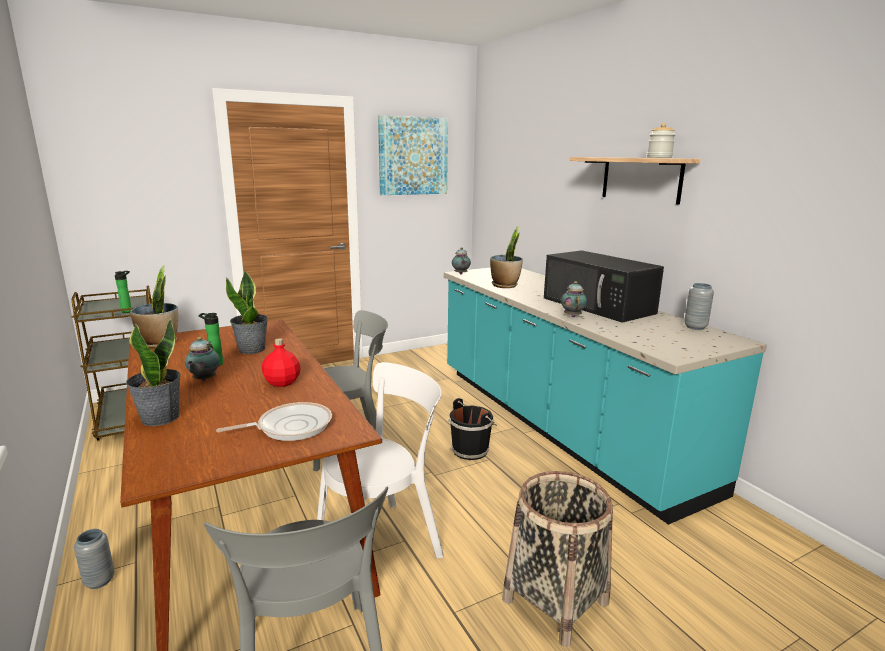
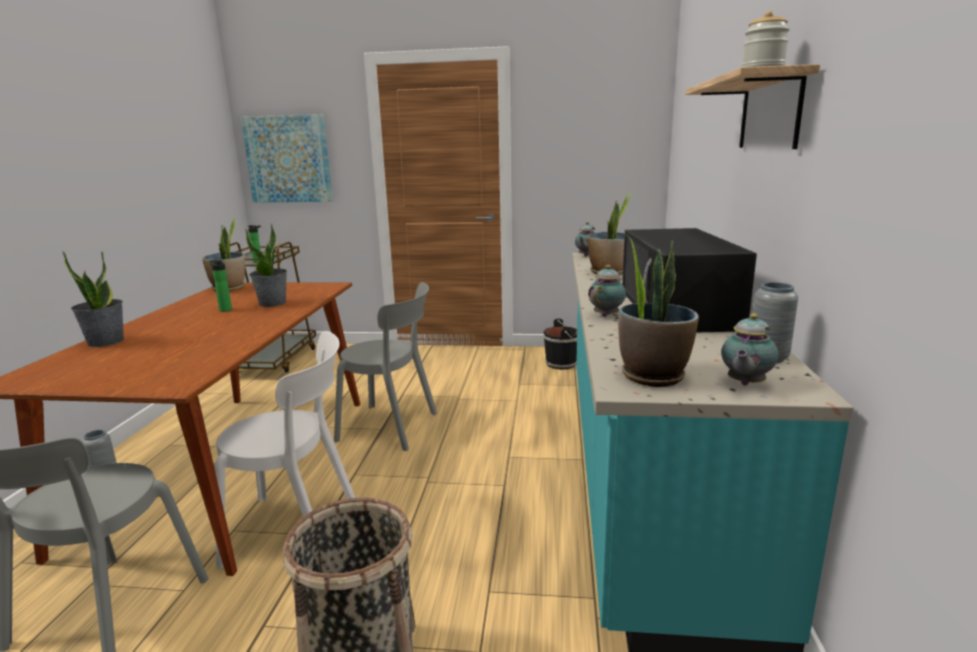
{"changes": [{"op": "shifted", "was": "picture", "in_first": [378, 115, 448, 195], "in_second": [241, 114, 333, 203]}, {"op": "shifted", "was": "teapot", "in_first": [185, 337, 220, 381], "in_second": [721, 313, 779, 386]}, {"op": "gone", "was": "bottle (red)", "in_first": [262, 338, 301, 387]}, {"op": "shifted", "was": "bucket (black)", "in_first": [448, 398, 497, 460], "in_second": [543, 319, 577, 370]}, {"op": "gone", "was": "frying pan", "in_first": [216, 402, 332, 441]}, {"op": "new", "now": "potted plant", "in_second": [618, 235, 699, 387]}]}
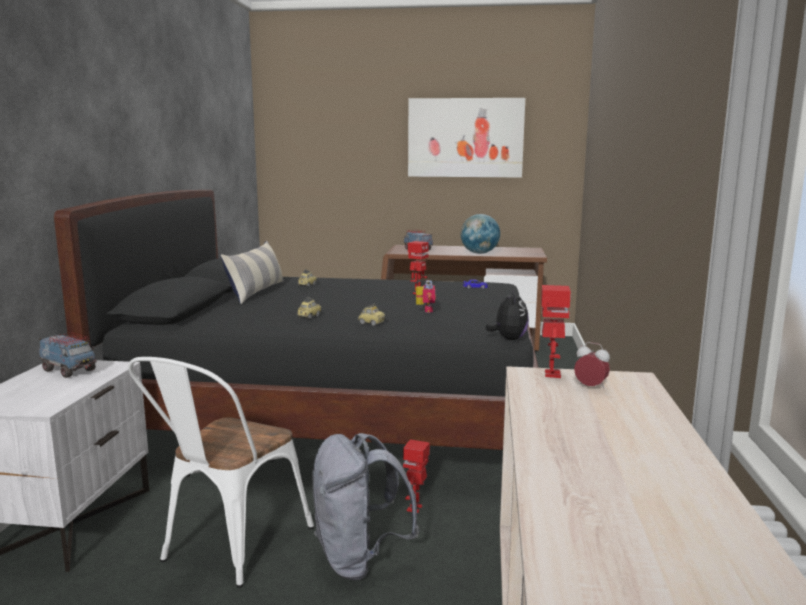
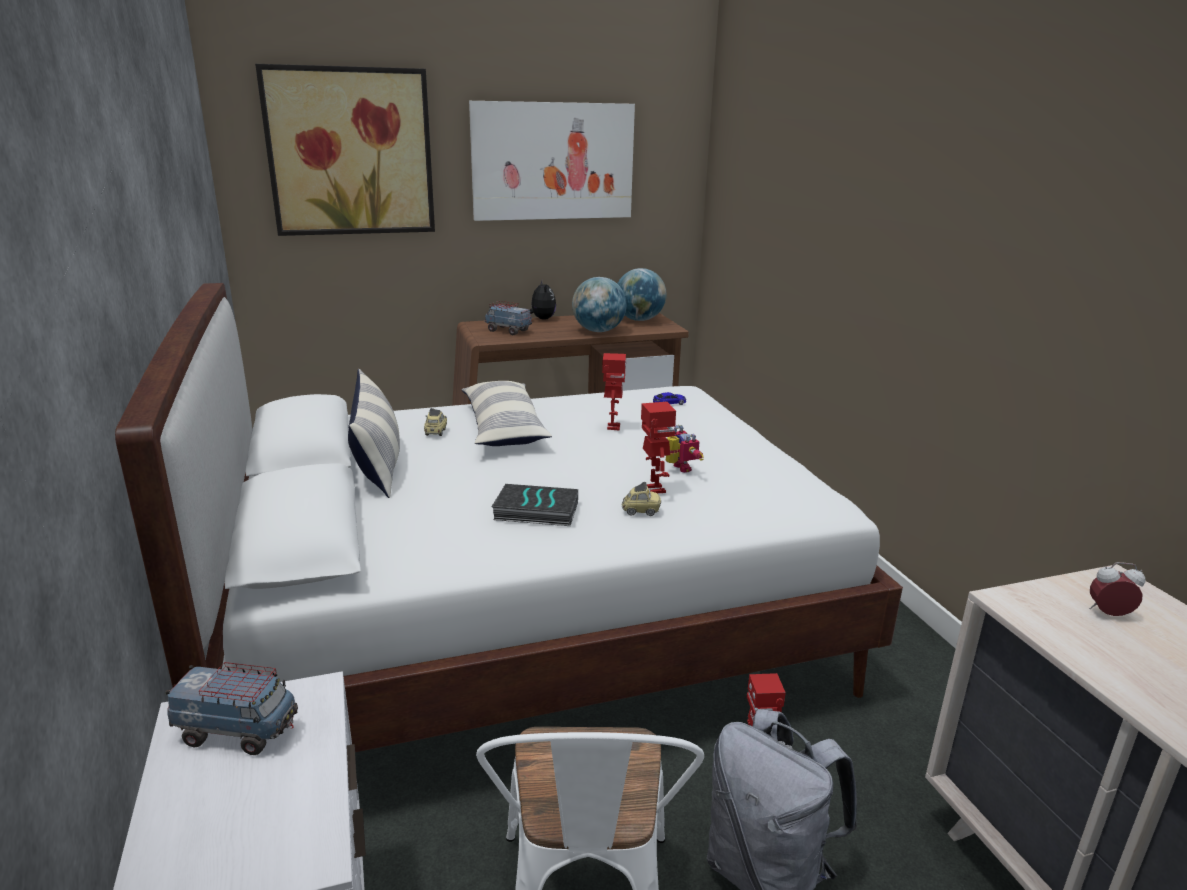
{"changes": [{"op": "repainted", "was": "bed (black)", "now": "bed (white)", "in_first": [54, 190, 539, 450], "in_second": [115, 283, 903, 752]}, {"op": "shifted", "was": "toy robot", "in_first": [541, 285, 571, 378], "in_second": [641, 402, 676, 493]}, {"op": "shifted", "was": "plush toy", "in_first": [485, 290, 529, 340], "in_second": [530, 280, 556, 320]}, {"op": "swapped", "was": "toy car", "now": "book", "in_first": [297, 297, 321, 319], "in_second": [491, 484, 578, 526]}, {"op": "new", "now": "picture", "in_second": [255, 64, 435, 236]}, {"op": "new", "now": "globe", "in_second": [617, 268, 667, 321]}, {"op": "new", "now": "pillow", "in_second": [462, 381, 552, 446]}]}
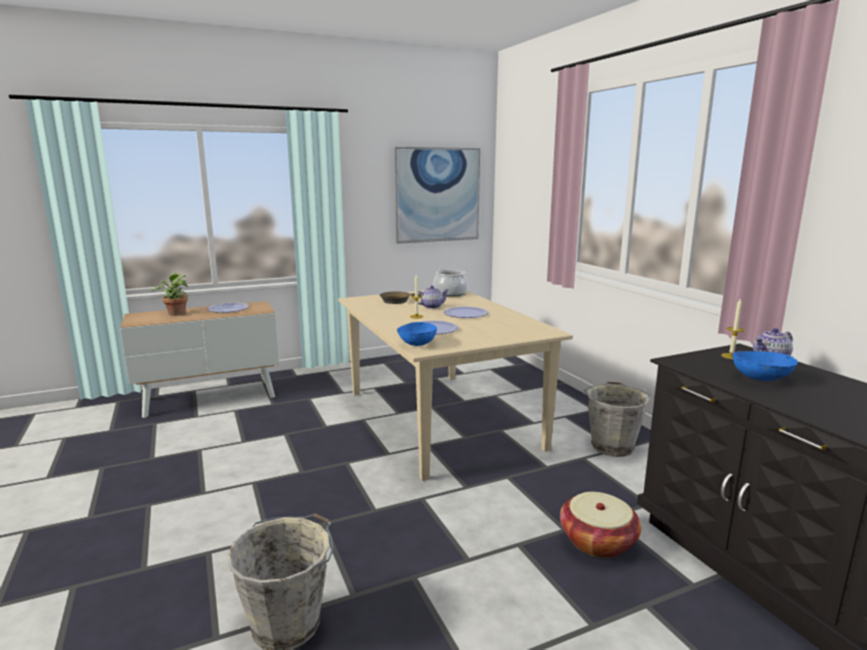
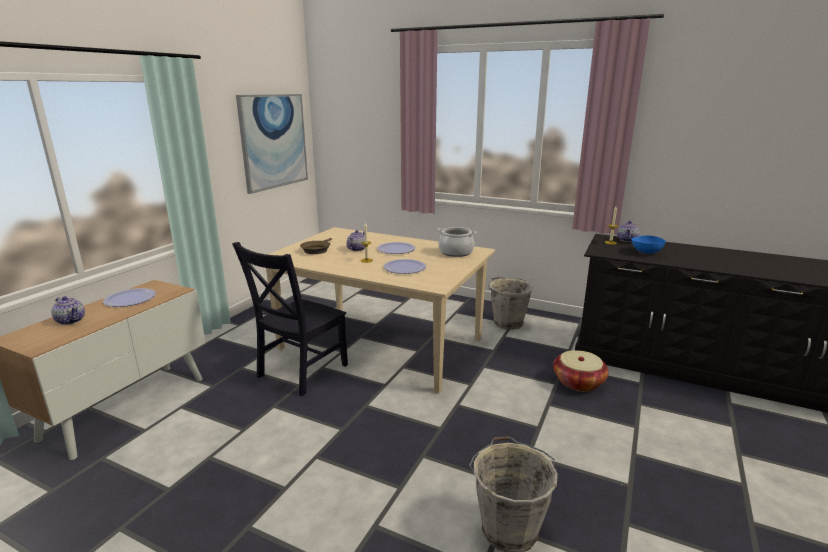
{"changes": [{"op": "shifted", "was": "cooking pot", "in_first": [433, 268, 468, 297], "in_second": [437, 227, 476, 257]}, {"op": "swapped", "was": "potted plant", "now": "teapot", "in_first": [152, 272, 189, 316], "in_second": [51, 296, 85, 325]}, {"op": "gone", "was": "bowl (blue)", "in_first": [397, 322, 437, 346]}, {"op": "new", "now": "chair (black)", "in_second": [232, 242, 348, 396]}]}
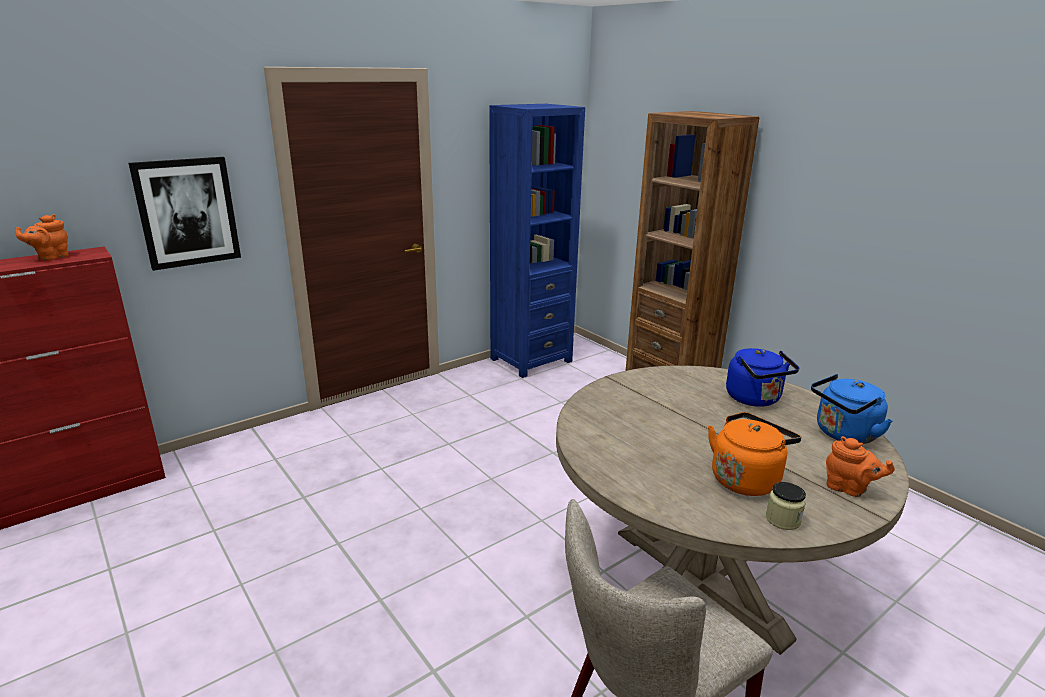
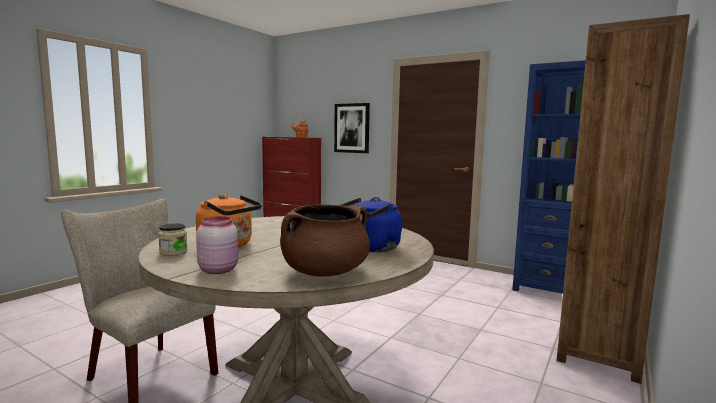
{"changes": [{"op": "swapped", "was": "kettle (blue)", "now": "cooking pot (brown)", "in_first": [811, 374, 893, 444], "in_second": [280, 204, 370, 277]}, {"op": "swapped", "was": "teapot (orange)", "now": "jar (pink)", "in_first": [826, 436, 895, 497], "in_second": [196, 216, 238, 274]}]}
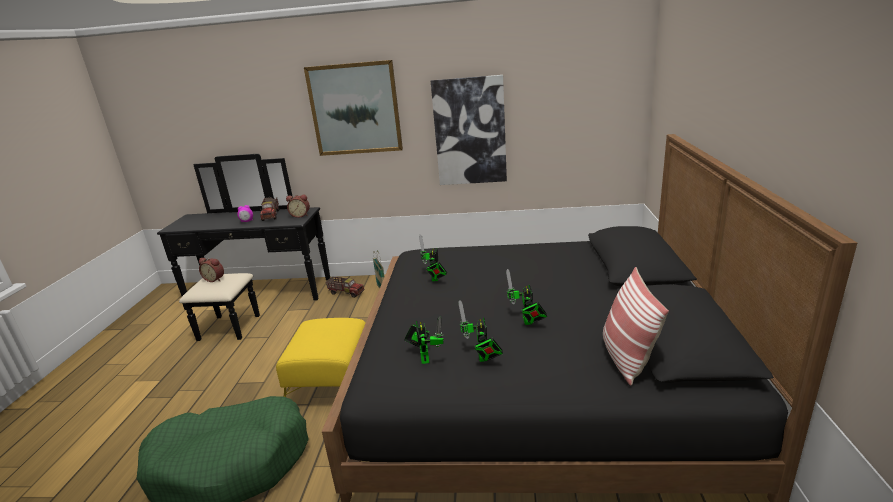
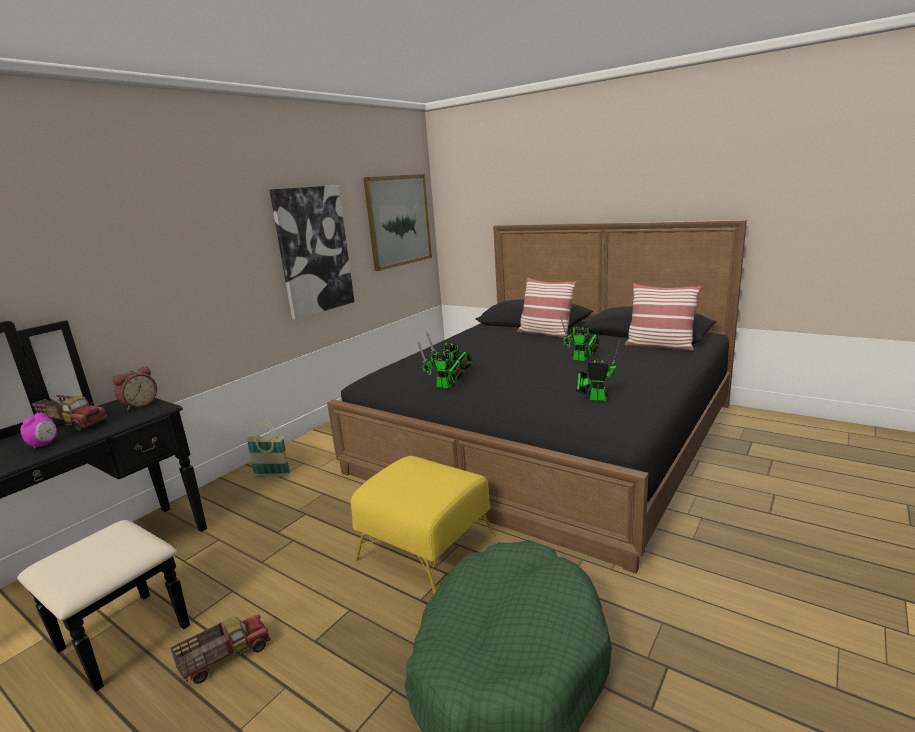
{"changes": [{"op": "shifted", "was": "picture", "in_first": [304, 60, 403, 156], "in_second": [363, 174, 432, 271]}, {"op": "gone", "was": "alarm clock", "in_first": [199, 258, 224, 282]}, {"op": "shifted", "was": "toy truck", "in_first": [326, 277, 365, 298], "in_second": [170, 615, 271, 684]}, {"op": "shifted", "was": "toy robot", "in_first": [458, 300, 503, 362], "in_second": [418, 342, 465, 389]}, {"op": "new", "now": "pillow", "in_second": [518, 277, 577, 338]}]}
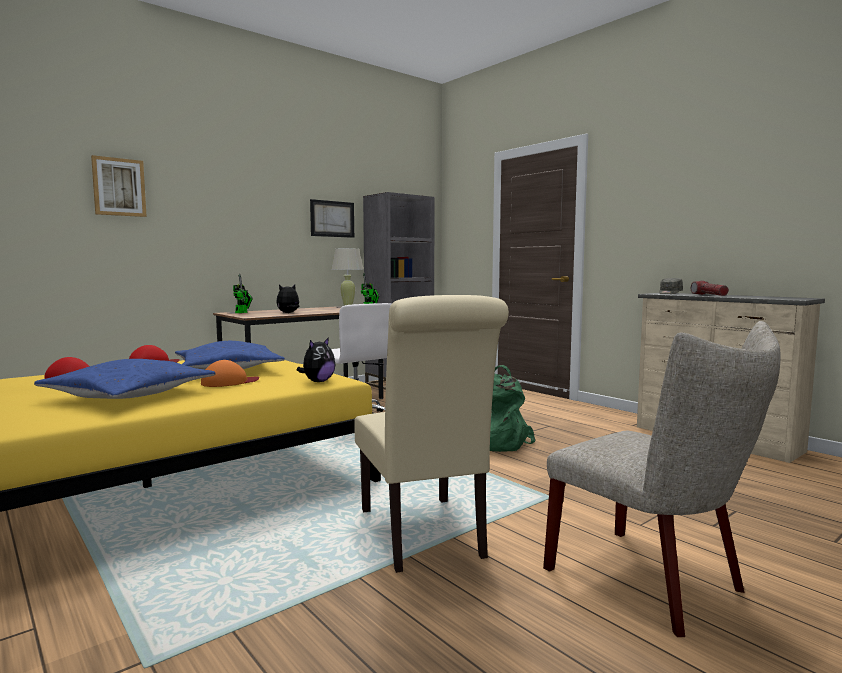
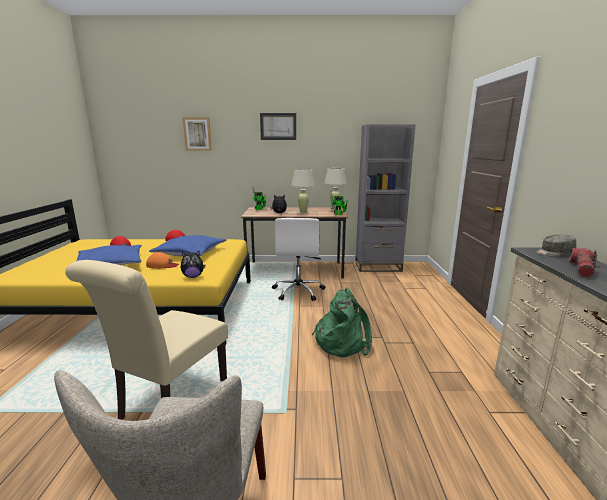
{"changes": [{"op": "shifted", "was": "picture", "in_first": [310, 199, 354, 238], "in_second": [260, 113, 296, 140]}, {"op": "new", "now": "table lamp (beige)", "in_second": [291, 169, 315, 214]}]}
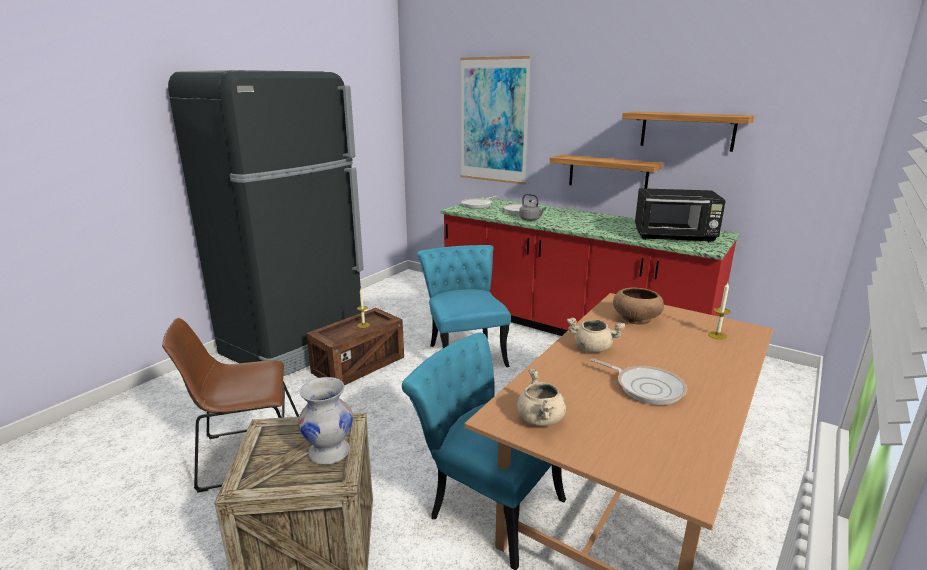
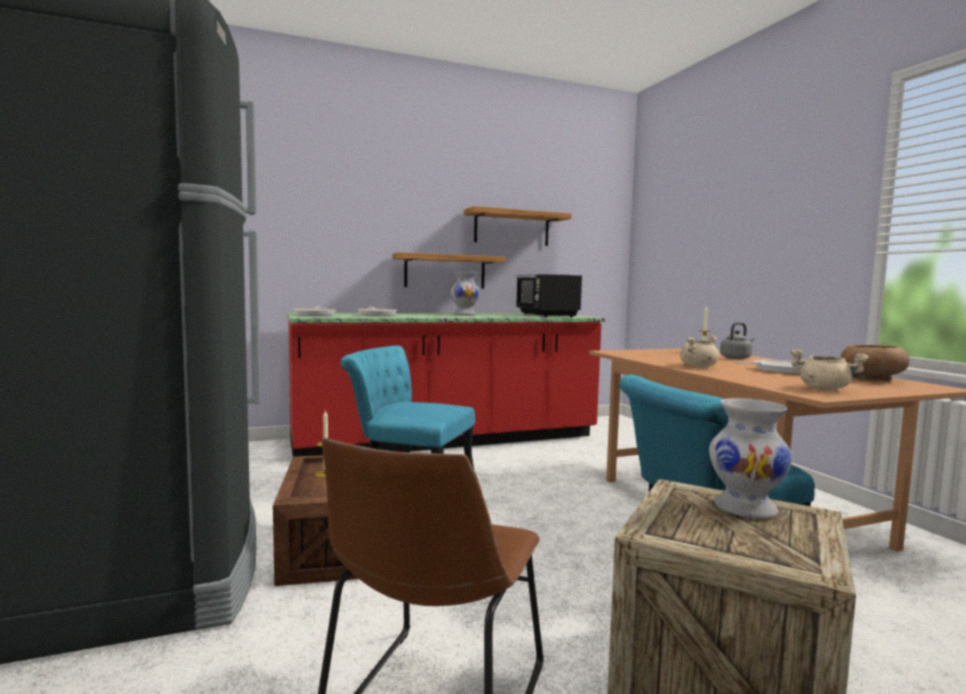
{"changes": [{"op": "gone", "was": "picture", "in_first": [460, 56, 531, 185]}, {"op": "rotated", "was": "microwave (black)", "in_first": [635, 188, 726, 242], "in_second": [516, 274, 582, 317], "clockwise": 120}, {"op": "shifted", "was": "kettle (grey)", "in_first": [519, 194, 546, 221], "in_second": [720, 322, 754, 359]}, {"op": "shifted", "was": "bowl (brown)", "in_first": [613, 287, 664, 324], "in_second": [840, 345, 909, 382]}, {"op": "new", "now": "vase (white)", "in_second": [451, 272, 480, 315]}]}
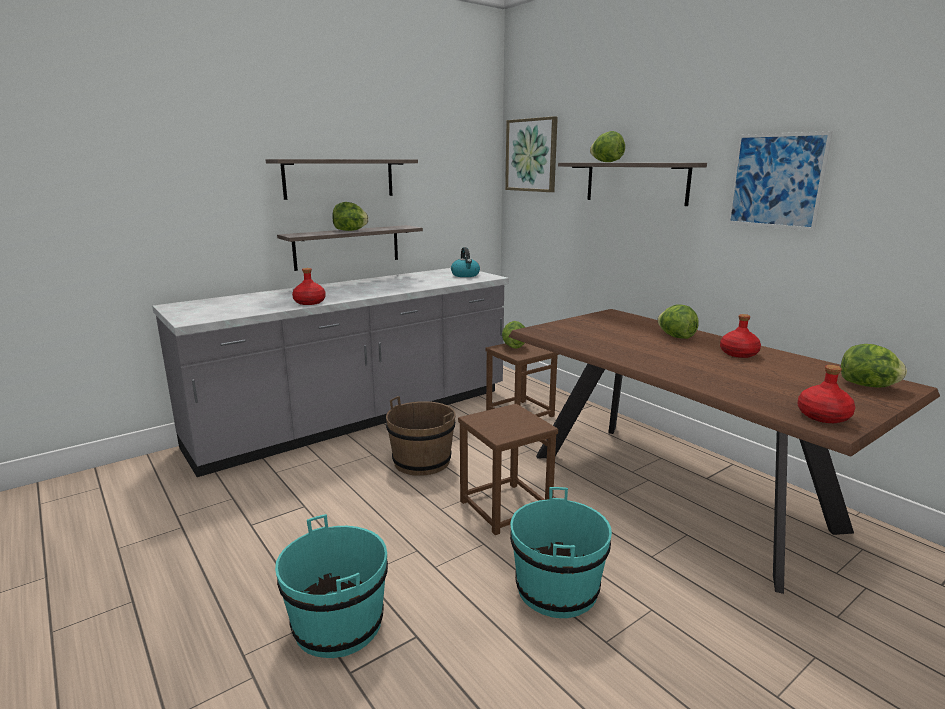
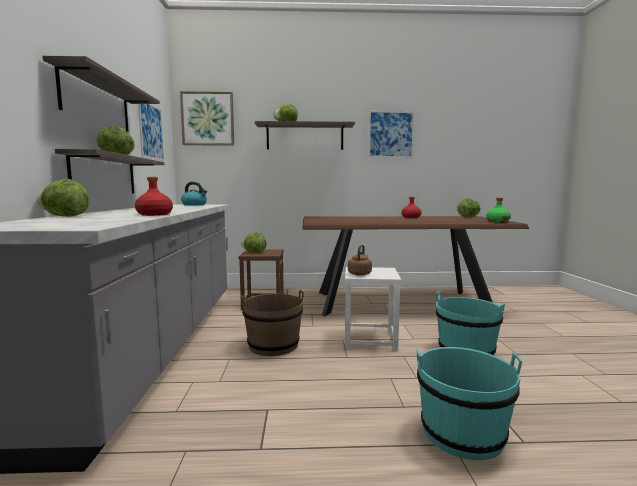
{"changes": [{"op": "shifted", "was": "lettuce", "in_first": [657, 304, 699, 339], "in_second": [37, 179, 90, 217]}, {"op": "repainted", "was": "bottle (red)", "now": "bottle (green)", "in_first": [797, 365, 855, 423], "in_second": [486, 198, 511, 223]}, {"op": "repainted", "was": "stool (brown)", "now": "stool (white)", "in_first": [458, 404, 558, 535], "in_second": [345, 267, 402, 351]}, {"op": "new", "now": "picture", "in_second": [138, 104, 164, 161]}, {"op": "new", "now": "kettle (brown)", "in_second": [348, 244, 372, 276]}]}
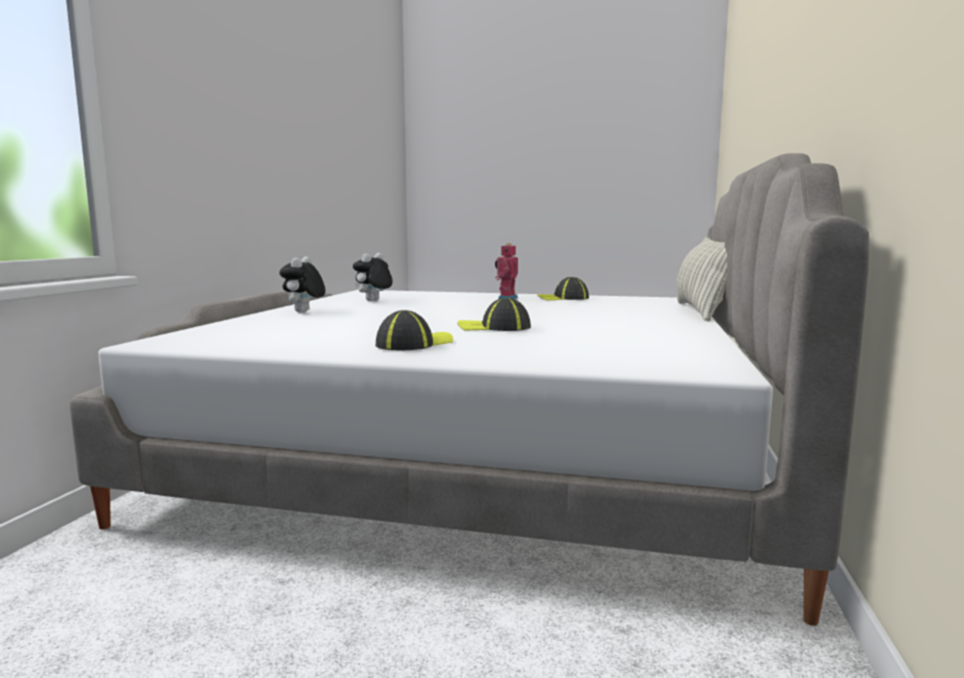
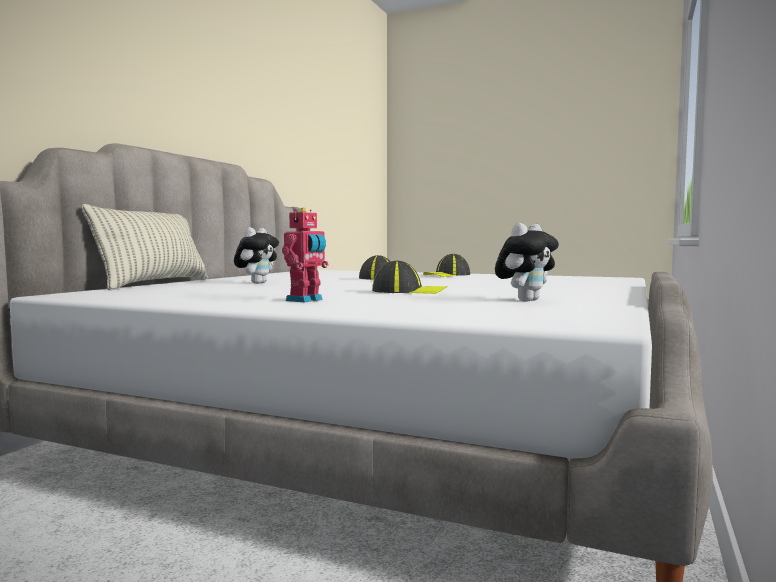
{"changes": [{"op": "shifted", "was": "plush toy", "in_first": [279, 256, 325, 312], "in_second": [234, 227, 279, 284]}, {"op": "shifted", "was": "cap", "in_first": [537, 277, 589, 301], "in_second": [372, 261, 448, 294]}]}
